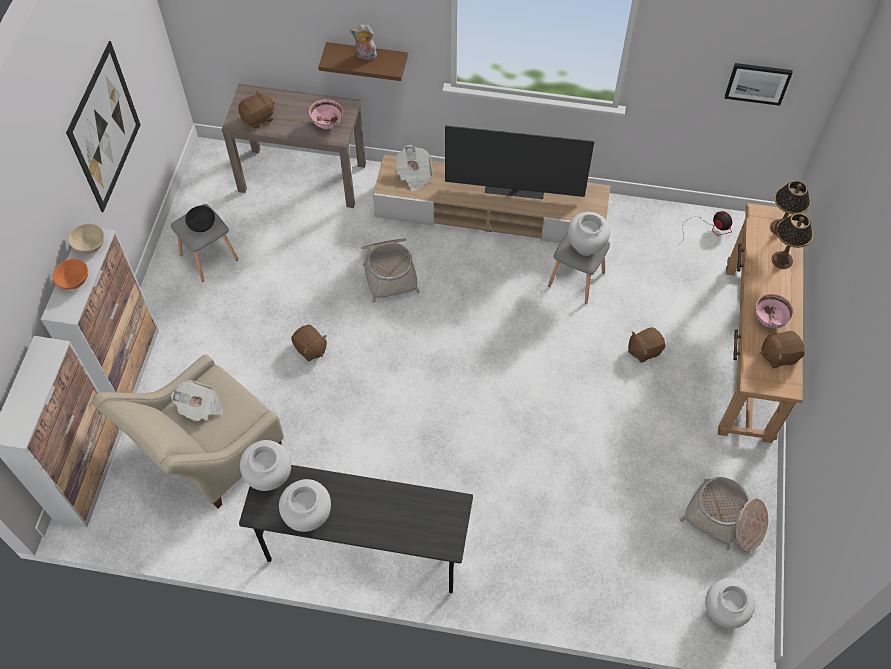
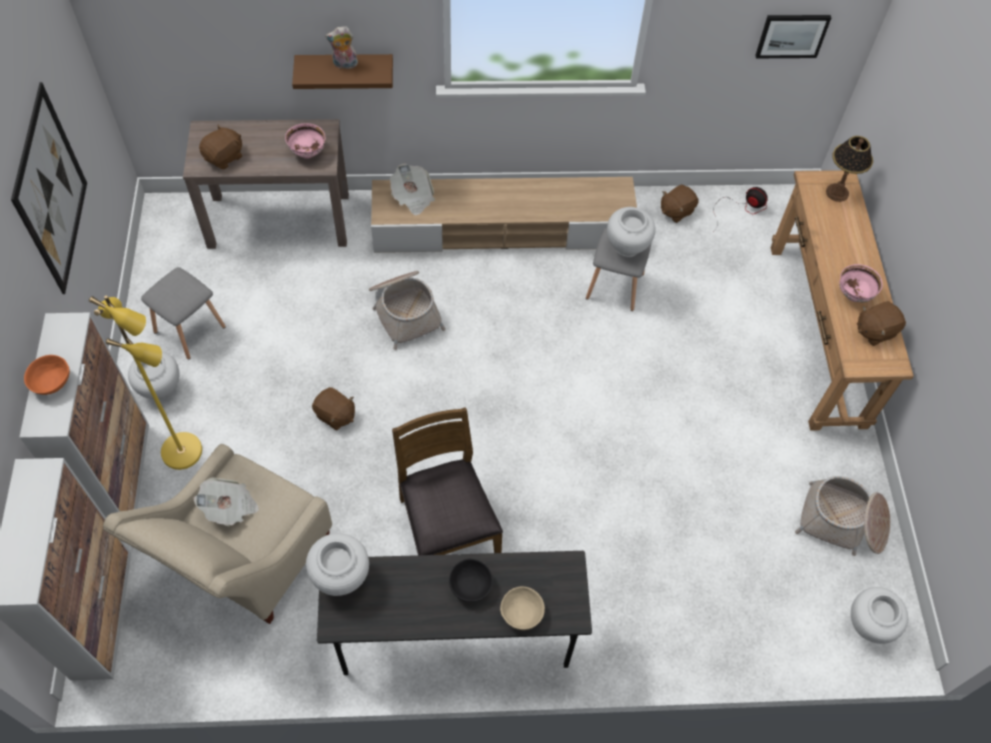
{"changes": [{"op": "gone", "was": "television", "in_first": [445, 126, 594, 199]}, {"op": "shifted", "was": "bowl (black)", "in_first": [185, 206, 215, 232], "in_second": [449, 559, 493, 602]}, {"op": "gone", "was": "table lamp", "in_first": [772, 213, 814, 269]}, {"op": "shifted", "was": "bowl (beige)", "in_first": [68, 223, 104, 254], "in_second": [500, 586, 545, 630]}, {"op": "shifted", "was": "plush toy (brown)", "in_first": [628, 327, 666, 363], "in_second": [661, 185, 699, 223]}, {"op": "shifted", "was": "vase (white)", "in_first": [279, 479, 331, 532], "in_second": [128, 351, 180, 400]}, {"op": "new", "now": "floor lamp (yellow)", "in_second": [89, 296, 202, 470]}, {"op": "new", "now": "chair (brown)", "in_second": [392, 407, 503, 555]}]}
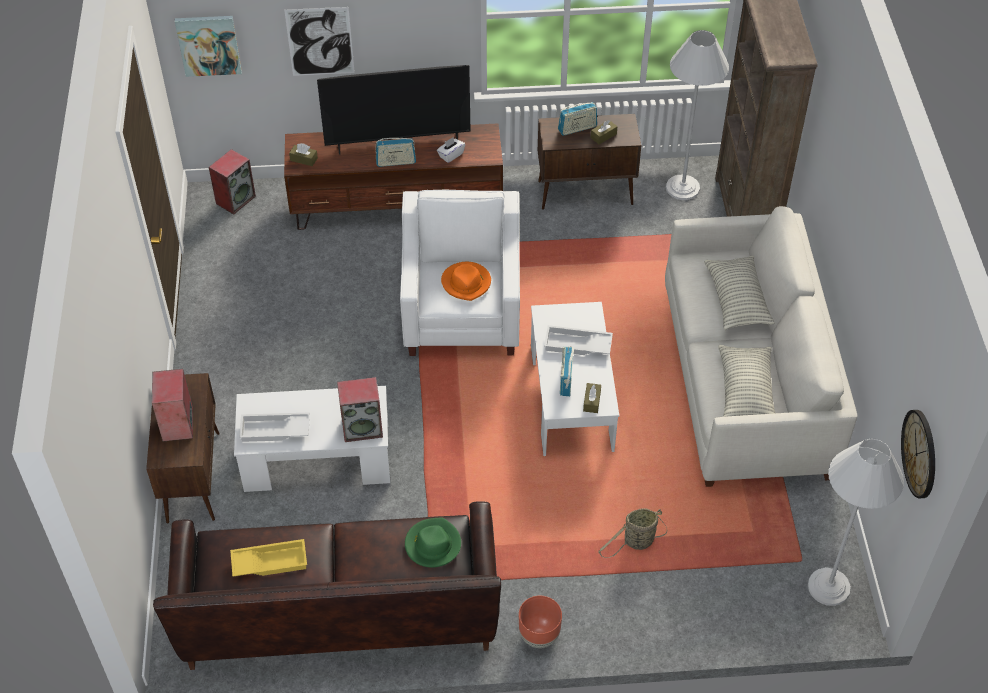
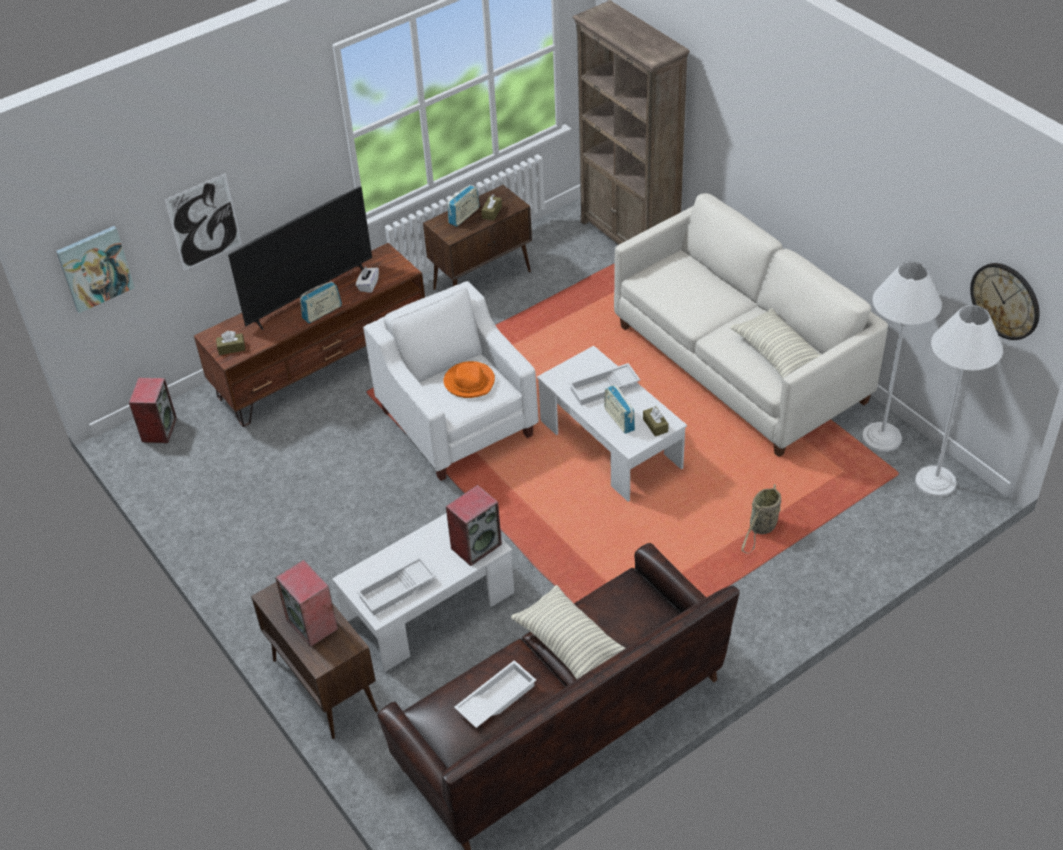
{"changes": [{"op": "shifted", "was": "floor lamp (white)", "in_first": [666, 30, 729, 200], "in_second": [862, 262, 942, 452]}, {"op": "shifted", "was": "pillow", "in_first": [704, 256, 775, 330], "in_second": [511, 585, 626, 679]}, {"op": "gone", "was": "hat (green)", "in_first": [405, 518, 461, 568]}, {"op": "repainted", "was": "tray (yellow)", "now": "tray (white)", "in_first": [230, 539, 307, 577], "in_second": [454, 660, 536, 728]}, {"op": "gone", "was": "planter (brown)", "in_first": [519, 596, 562, 648]}]}
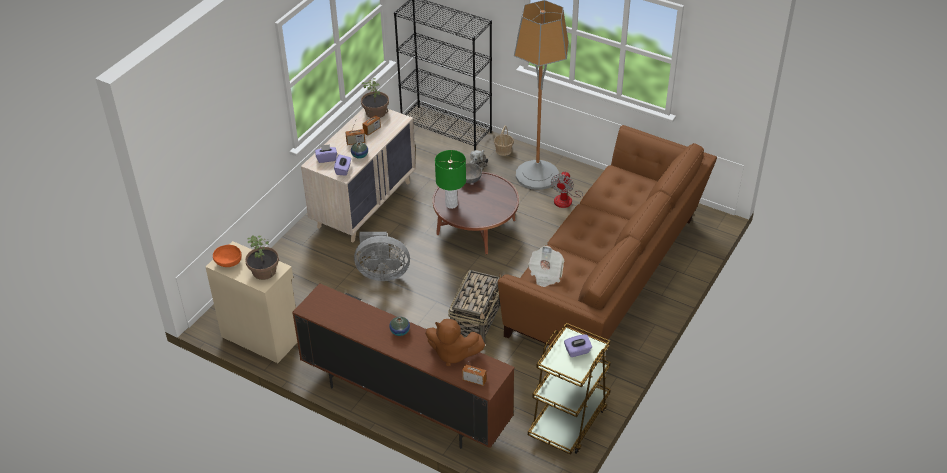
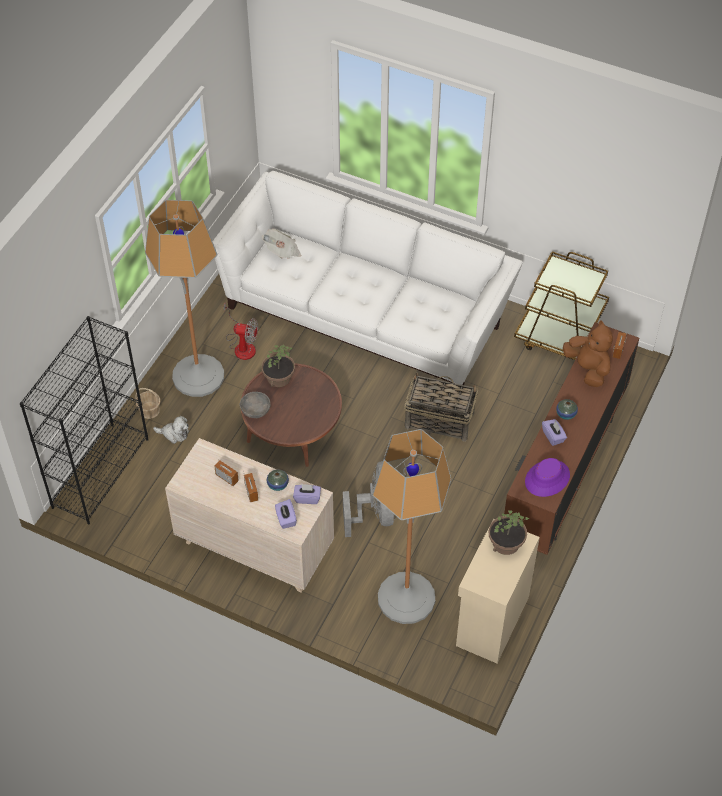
{"changes": [{"op": "shifted", "was": "potted plant", "in_first": [361, 78, 389, 118], "in_second": [262, 345, 295, 387]}, {"op": "repainted", "was": "sofa (brown)", "now": "sofa (white)", "in_first": [498, 125, 717, 346], "in_second": [213, 171, 523, 385]}, {"op": "gone", "was": "table lamp (green)", "in_first": [435, 150, 466, 209]}, {"op": "gone", "was": "bowl (orange)", "in_first": [213, 245, 242, 267]}, {"op": "shifted", "was": "newspaper", "in_first": [528, 246, 564, 287], "in_second": [262, 229, 301, 259]}, {"op": "rotated", "was": "plush toy (brown)", "in_first": [425, 319, 485, 366], "in_second": [563, 320, 613, 387], "clockwise": -45}, {"op": "shifted", "was": "tissue box (purple)", "in_first": [564, 334, 592, 357], "in_second": [542, 419, 567, 446]}, {"op": "new", "now": "floor lamp", "in_second": [372, 429, 451, 624]}, {"op": "new", "now": "hat (purple)", "in_second": [525, 458, 570, 497]}]}
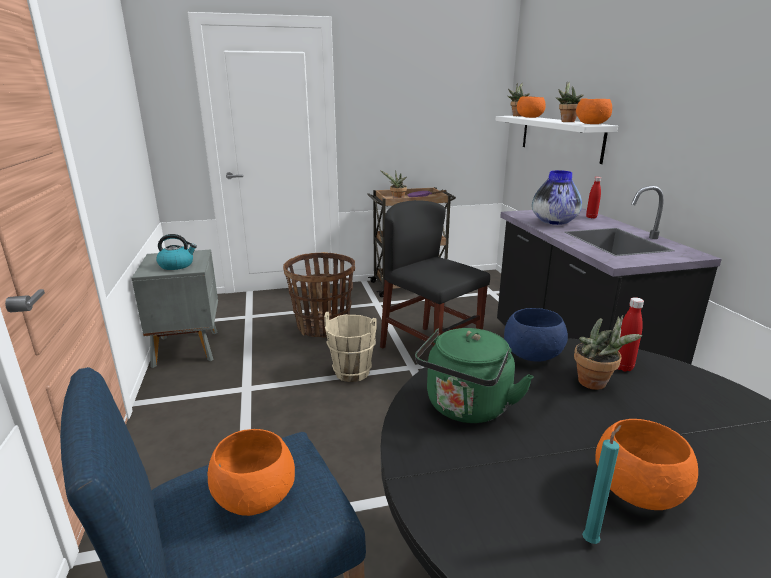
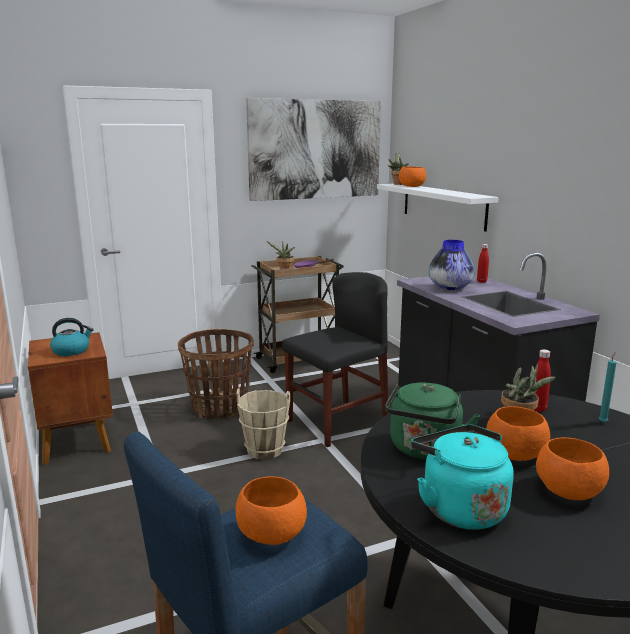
{"changes": [{"op": "gone", "was": "potted plant", "in_first": [555, 82, 583, 122]}, {"op": "shifted", "was": "bowl (orange)", "in_first": [576, 99, 612, 124], "in_second": [486, 407, 550, 461]}, {"op": "rotated", "was": "chair (black)", "in_first": [380, 200, 490, 349], "in_second": [282, 272, 389, 447], "clockwise": 105}, {"op": "repainted", "was": "nightstand (grey)", "now": "nightstand (brown)", "in_first": [131, 250, 218, 368], "in_second": [28, 332, 113, 465]}, {"op": "gone", "was": "bowl (blue)", "in_first": [504, 308, 568, 362]}, {"op": "shifted", "was": "candle (turquoise)", "in_first": [582, 425, 621, 544], "in_second": [598, 352, 617, 423]}, {"op": "new", "now": "picture", "in_second": [246, 98, 381, 201]}, {"op": "new", "now": "kettle (turquoise)", "in_second": [411, 425, 514, 530]}]}
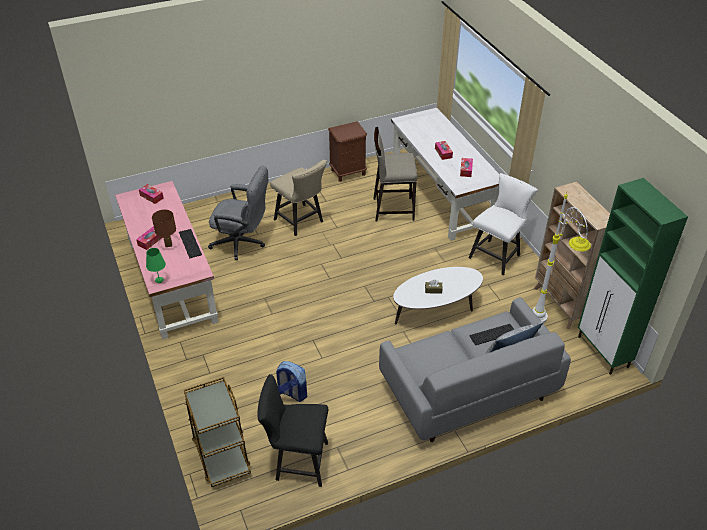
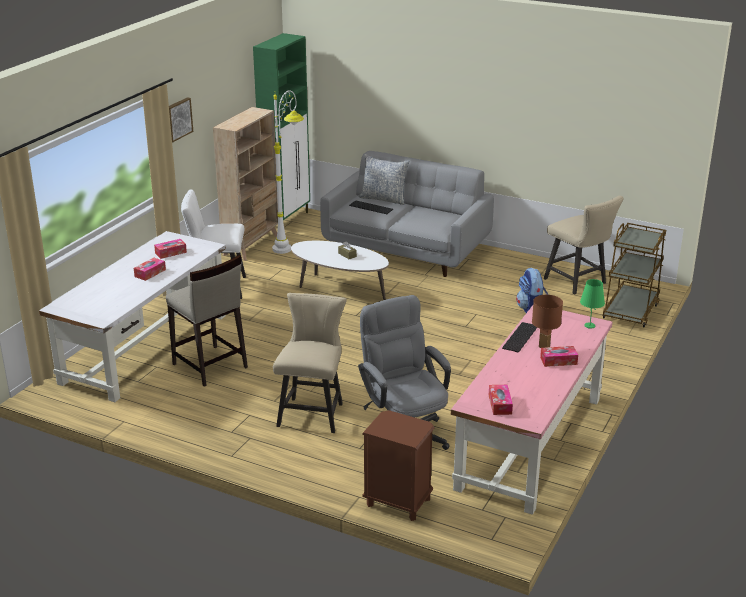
{"changes": [{"op": "shifted", "was": "nightstand (brown)", "in_first": [328, 121, 367, 182], "in_second": [362, 410, 435, 521]}, {"op": "repainted", "was": "chair (black)", "now": "chair (beige)", "in_first": [257, 374, 328, 487], "in_second": [544, 196, 623, 294]}, {"op": "new", "now": "picture", "in_second": [169, 97, 193, 142]}]}
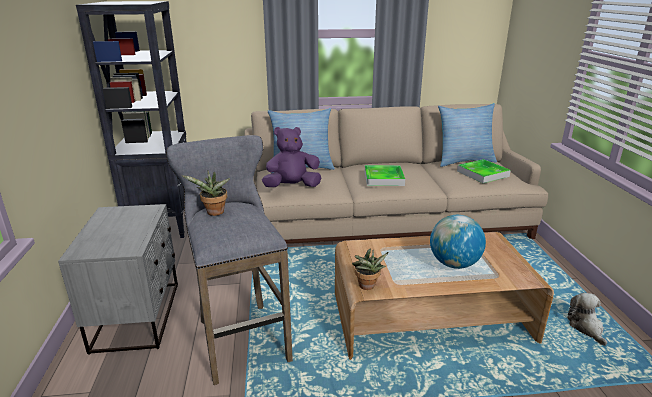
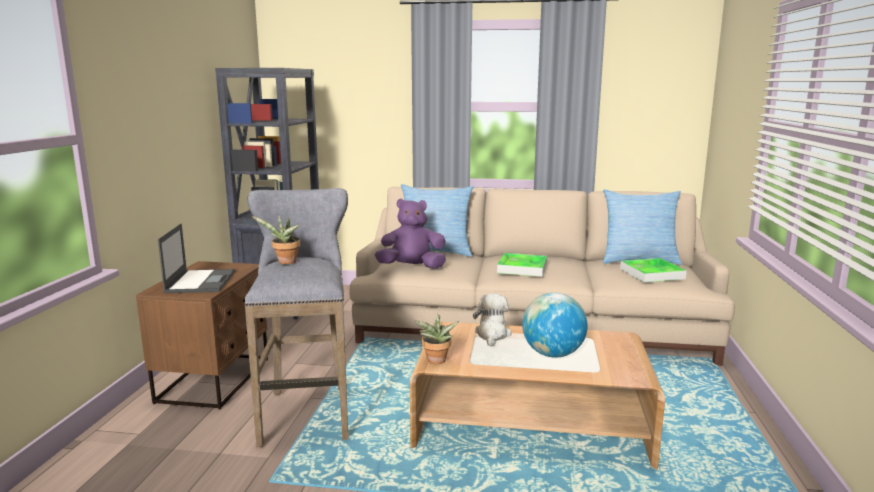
{"changes": [{"op": "repainted", "was": "nightstand (grey)", "now": "nightstand (brown)", "in_first": [58, 204, 178, 355], "in_second": [136, 261, 268, 410]}, {"op": "shifted", "was": "plush toy", "in_first": [567, 293, 607, 346], "in_second": [473, 294, 512, 347]}, {"op": "new", "now": "laptop", "in_second": [158, 223, 235, 293]}]}
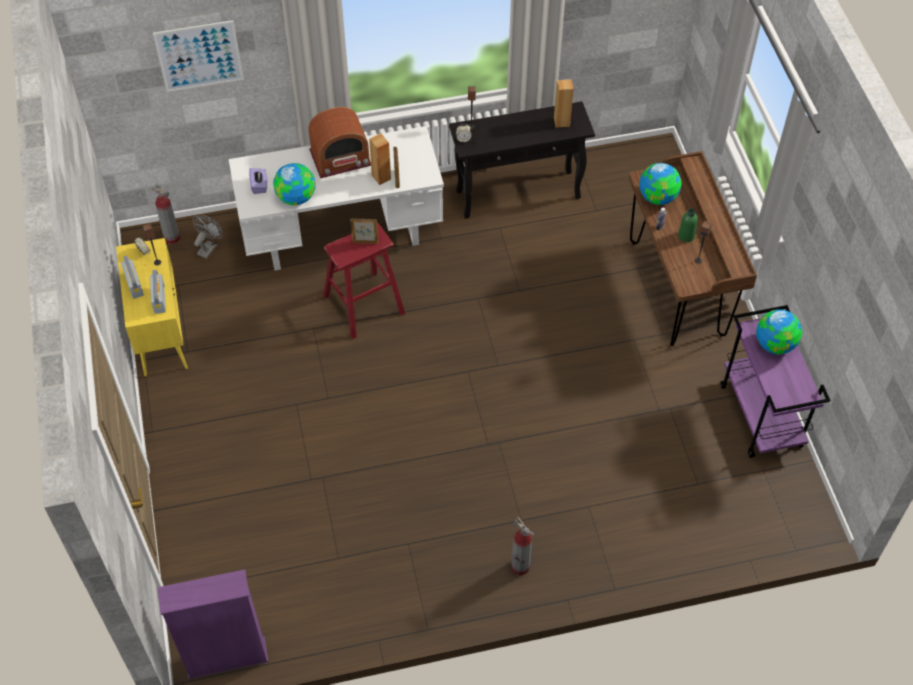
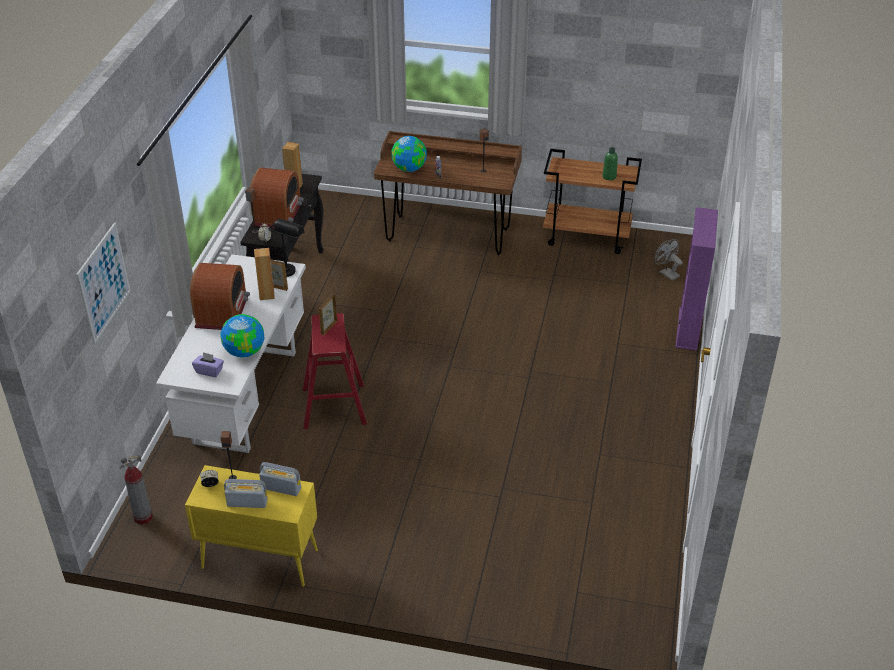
{"changes": [{"op": "shifted", "was": "bottle (green)", "in_first": [678, 208, 698, 242], "in_second": [602, 147, 618, 180]}, {"op": "shifted", "was": "fan (grey)", "in_first": [193, 215, 223, 259], "in_second": [655, 239, 683, 281]}, {"op": "repainted", "was": "cart (purple)", "now": "cart (brown)", "in_first": [720, 305, 830, 458], "in_second": [543, 149, 642, 254]}, {"op": "gone", "was": "globe", "in_first": [756, 309, 802, 354]}, {"op": "gone", "was": "fire extinguisher", "in_first": [511, 517, 534, 575]}, {"op": "shifted", "was": "bookcase (purple)", "in_first": [157, 569, 269, 679], "in_second": [675, 207, 718, 351]}, {"op": "new", "now": "radio", "in_second": [250, 168, 304, 228]}, {"op": "new", "now": "table lamp (black)", "in_second": [268, 219, 304, 277]}]}
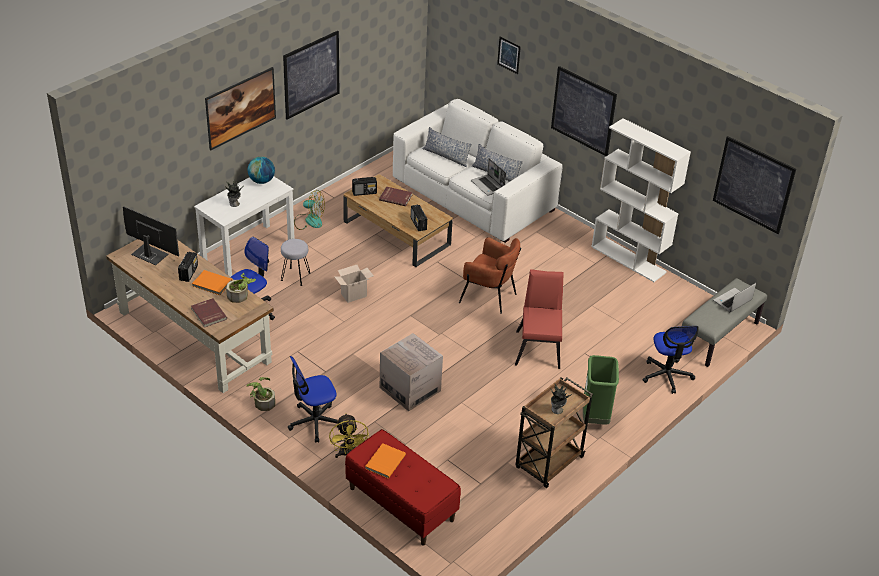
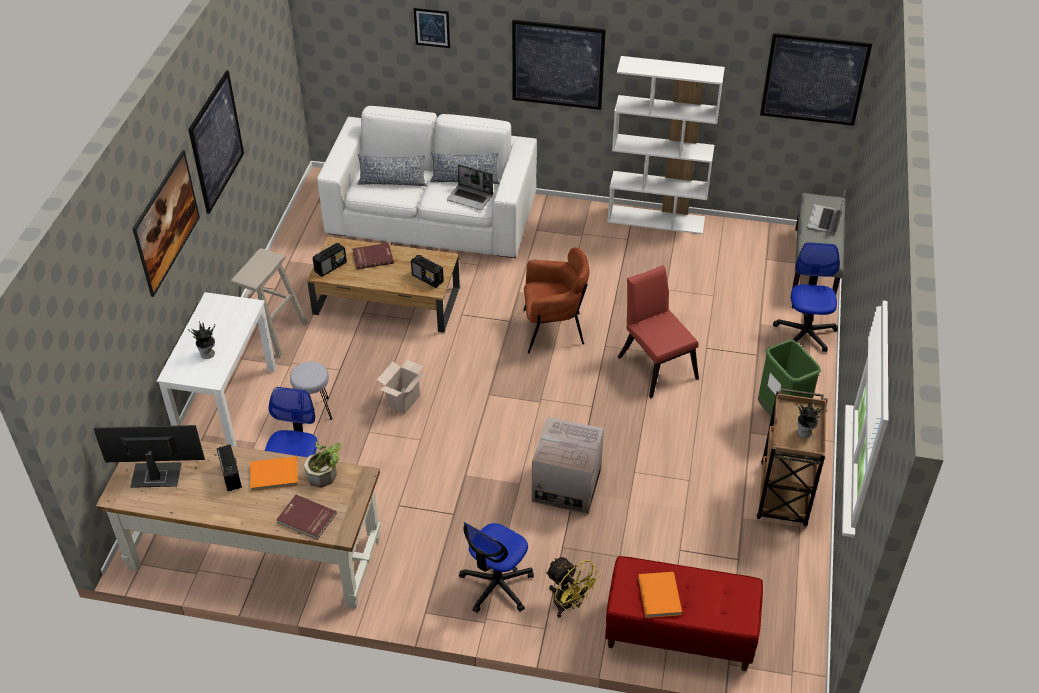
{"changes": [{"op": "gone", "was": "globe", "in_first": [248, 157, 275, 184]}, {"op": "swapped", "was": "fan", "now": "stool (beige)", "in_first": [294, 190, 325, 230], "in_second": [231, 248, 308, 357]}, {"op": "rotated", "was": "office chair", "in_first": [643, 326, 699, 394], "in_second": [773, 242, 840, 352], "clockwise": -135}, {"op": "gone", "was": "potted plant", "in_first": [247, 377, 275, 411]}]}
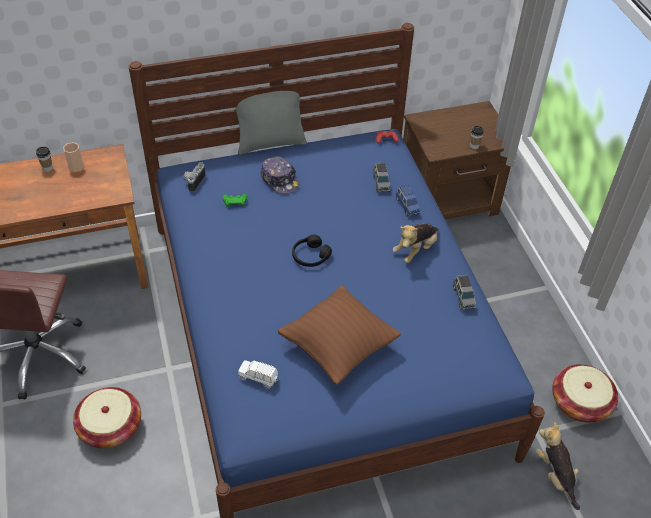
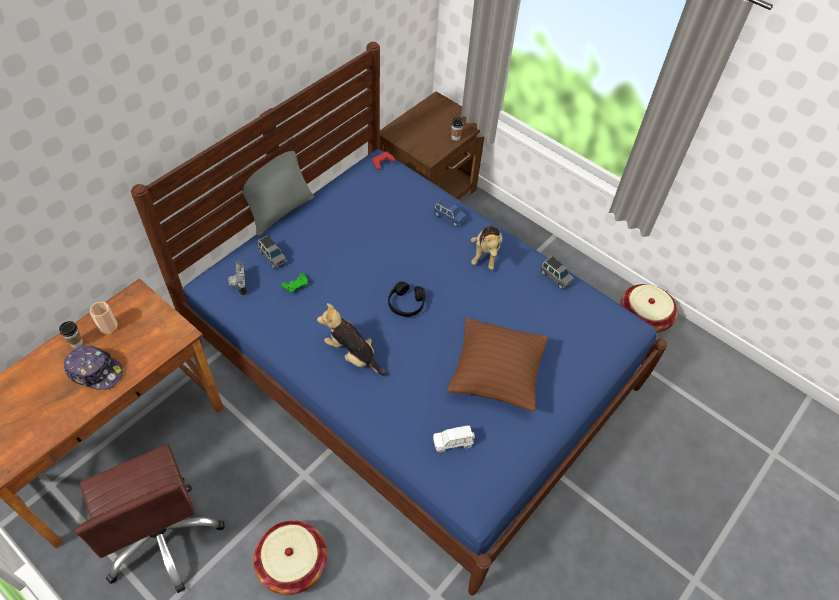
{"changes": [{"op": "shifted", "was": "cap", "in_first": [260, 156, 300, 194], "in_second": [64, 346, 123, 390]}, {"op": "shifted", "was": "toy car (grey)", "in_first": [373, 163, 390, 192], "in_second": [258, 235, 287, 269]}, {"op": "shifted", "was": "plush toy", "in_first": [536, 422, 580, 510], "in_second": [317, 303, 388, 376]}]}
